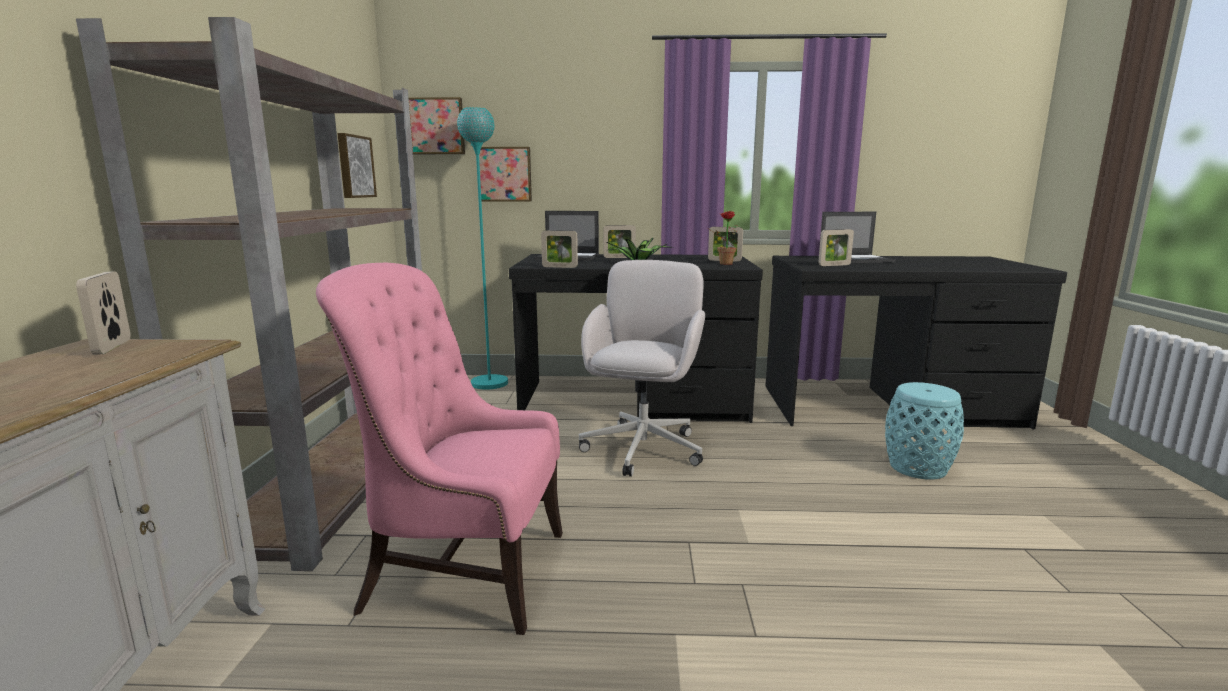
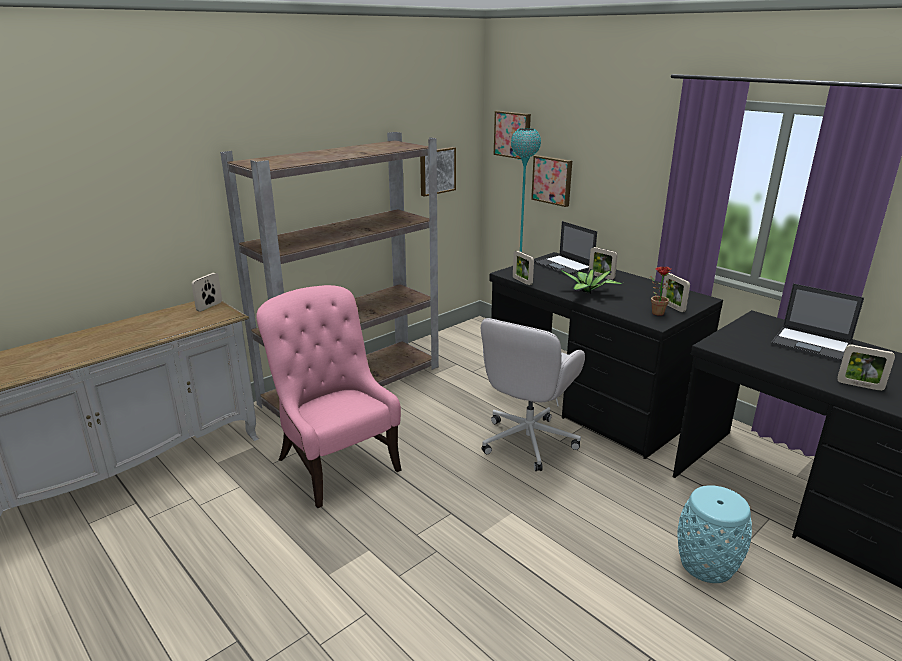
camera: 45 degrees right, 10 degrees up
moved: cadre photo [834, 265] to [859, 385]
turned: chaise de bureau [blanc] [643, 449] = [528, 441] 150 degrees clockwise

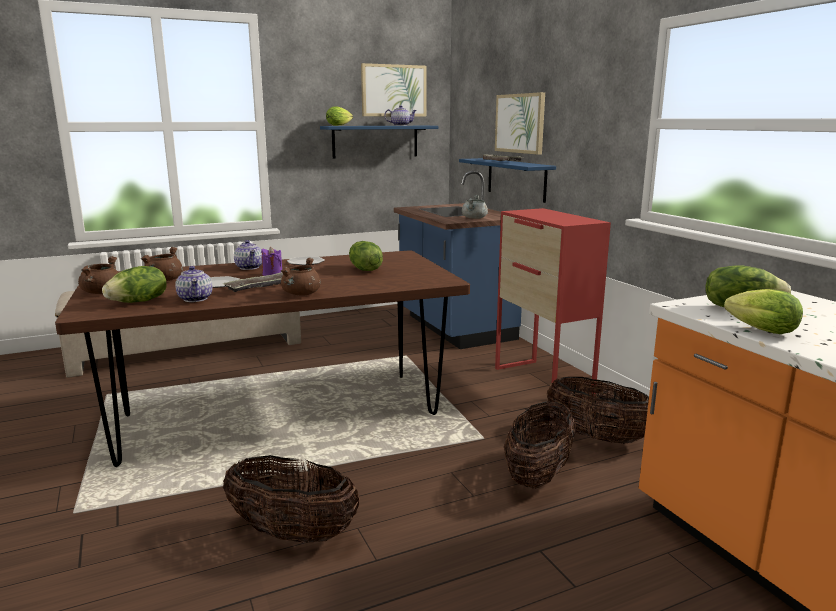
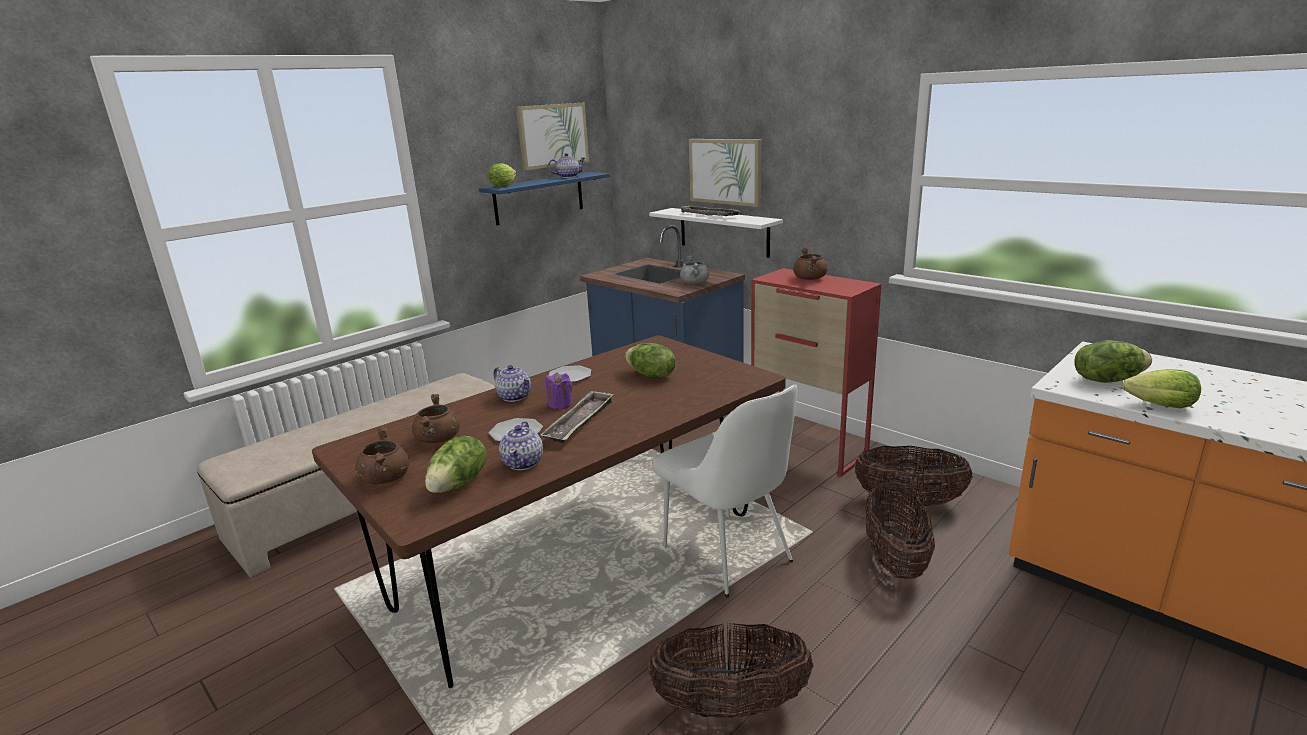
camera: 20 degrees left, 5 degrees up
added: chaise [blanc] [728, 554]
moved: marmite [marron] [301, 294] to [810, 279]
recoloured: étagère [bleu] [516, 179] to étagère [blanc] [723, 232]
turned: théière [195, 298] = [523, 463] 45 degrees clockwise

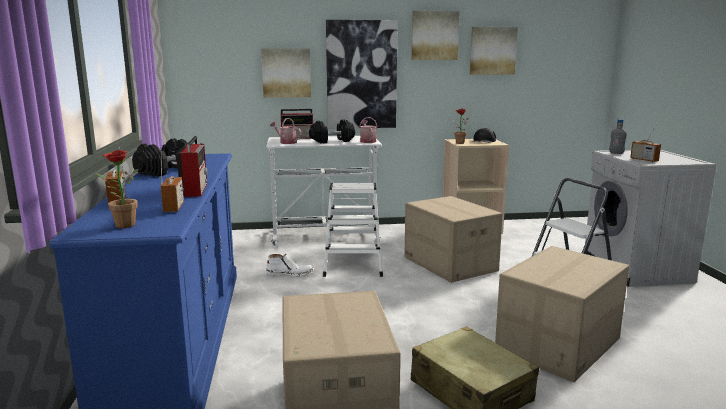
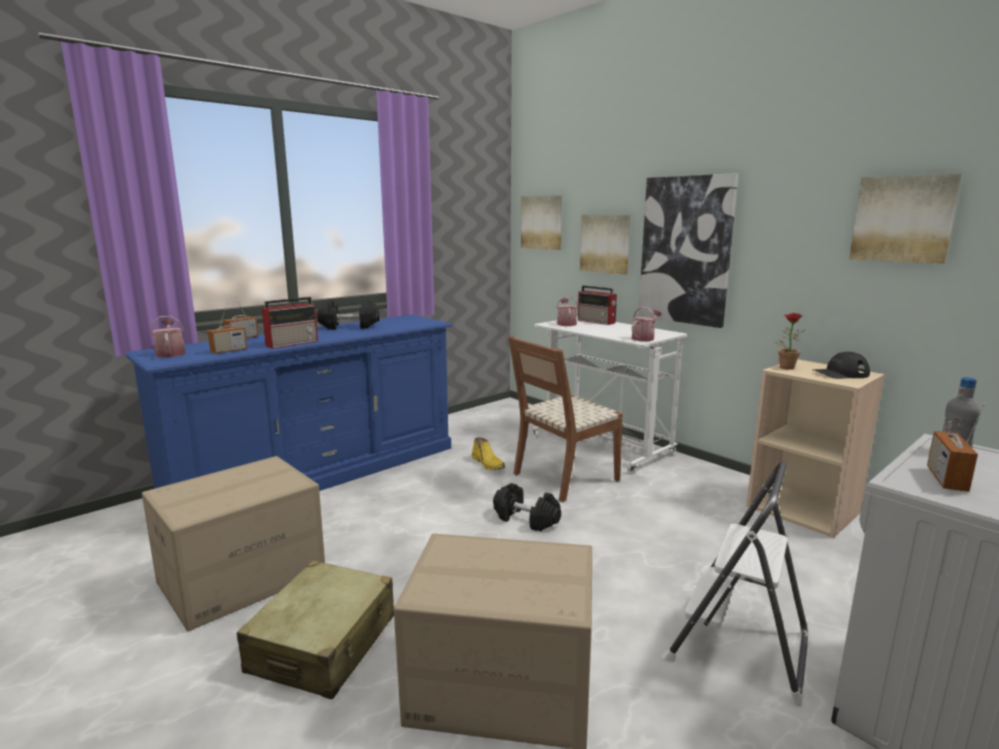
camera: 55 degrees right, 0 degrees up
removed: carton [449, 264]
moved: tableau [434, 35] to [542, 222]; haltère [noir] [332, 141] to [525, 519]
replaced: plante en pot [121, 225] to arrosoir [170, 353]; escabeau [blanc] [353, 261] to chaise [562, 479]
recoloured: botte [blanc] [290, 273] to botte [jaune] [488, 464]

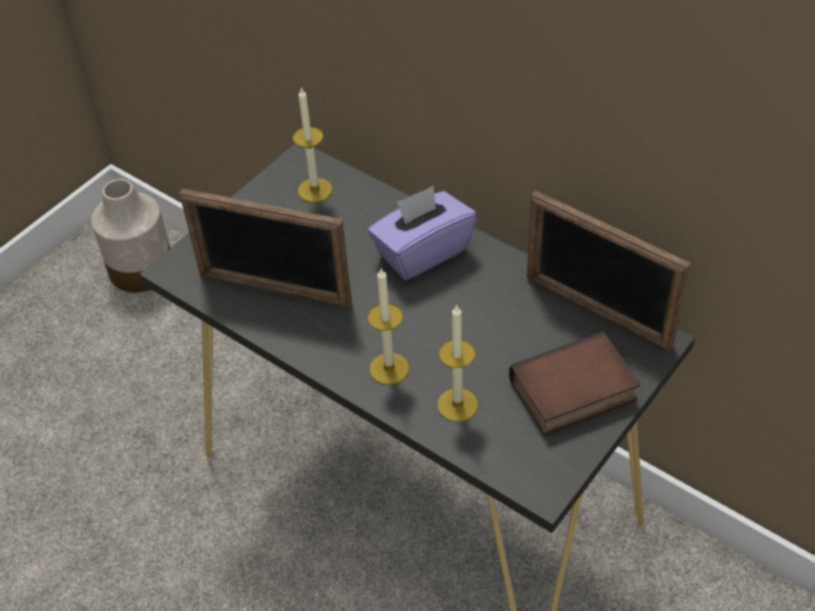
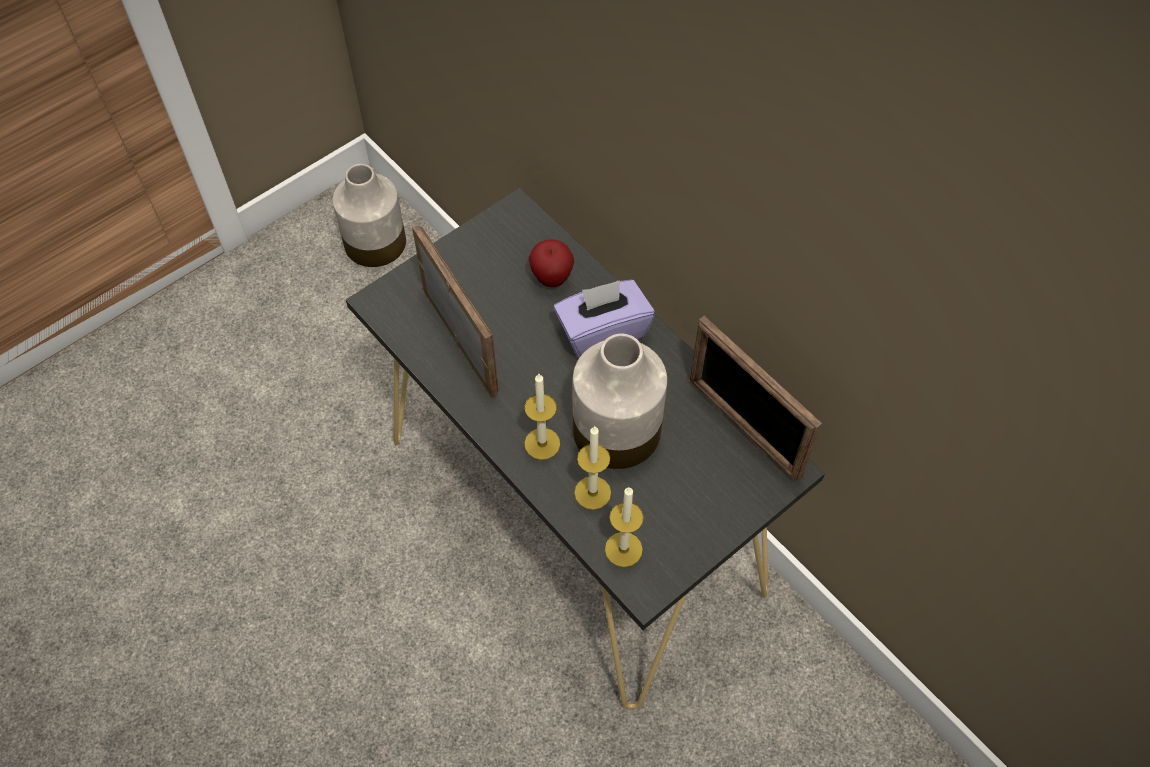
camera: 10 degrees right, 10 degrees up
removed: livre [572, 393]
added: pomme [552, 278]; vase [beige] [617, 428]
moved: bougie [315, 190] to [623, 549]
turned: cadre photo [274, 289] = [460, 341] 150 degrees counterclockwise

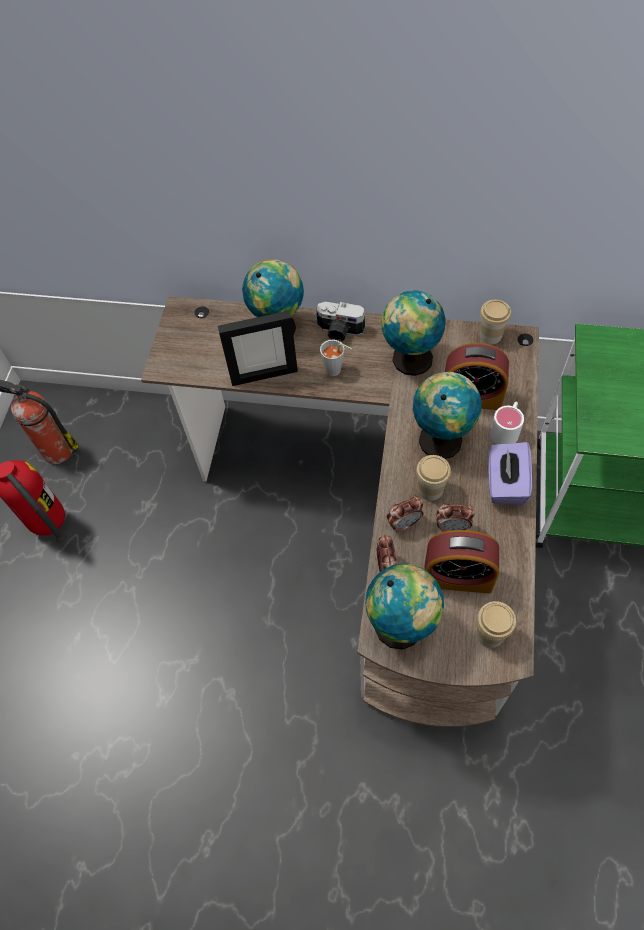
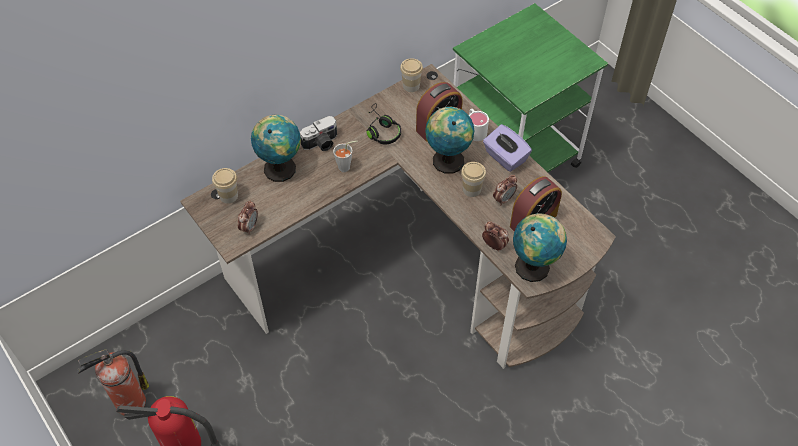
camera: 50 degrees left, 5 degrees down
removed: cadre photo [264, 374]
moved: réveil [404, 523] to [249, 227]; tasse [490, 634] to [228, 196]
replaced: globe [409, 360] to casque audio [noir] [381, 130]

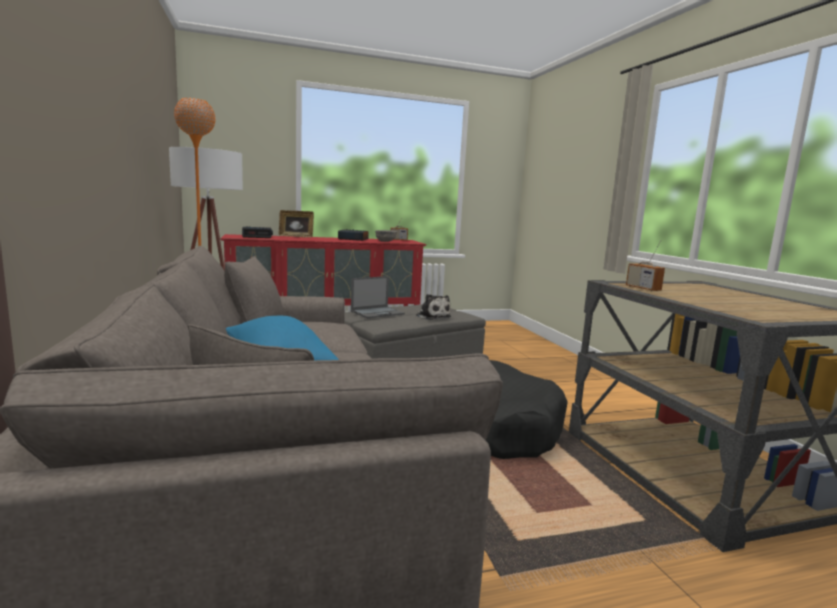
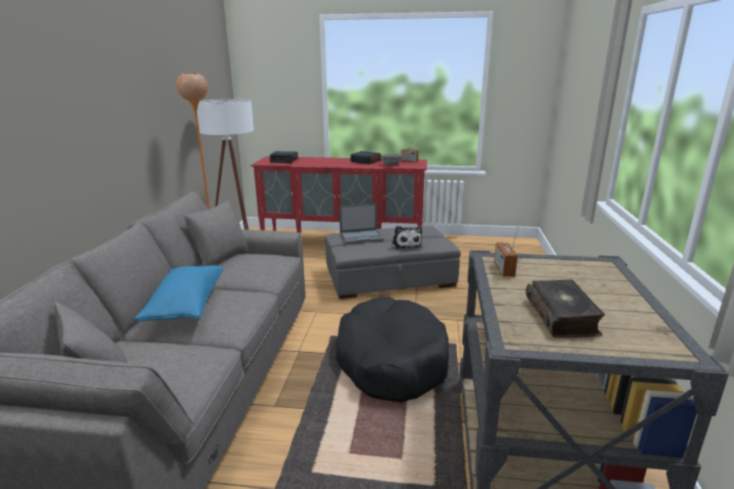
camera: 25 degrees right, 10 degrees up
removed: cadre photo [296, 236]
added: livre [562, 316]

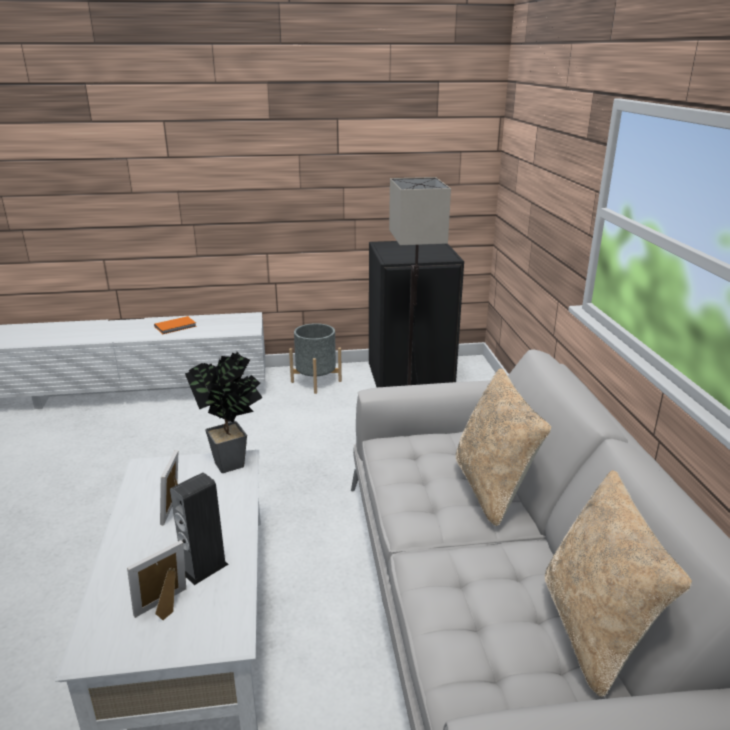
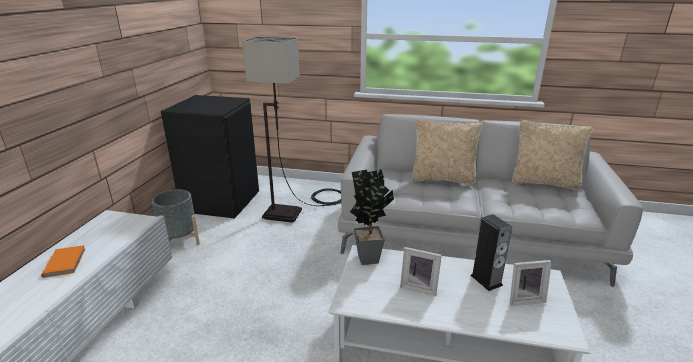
camera: 70 degrees left, 0 degrees up
turned: cadre photo [165, 608] = [524, 299] 75 degrees counterclockwise

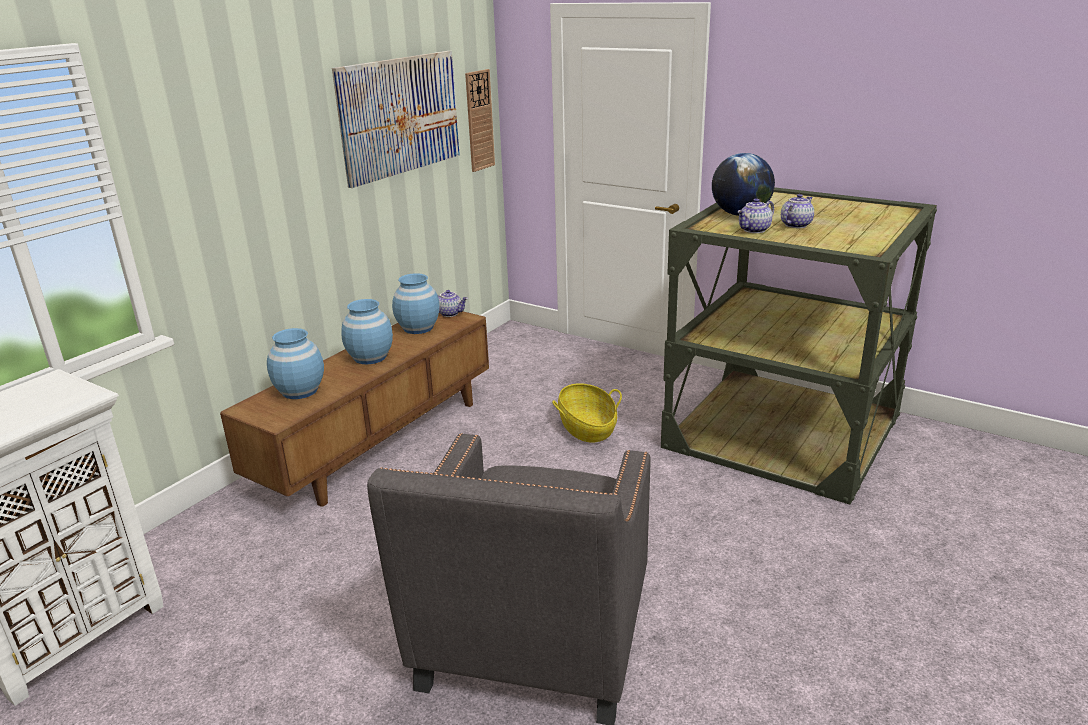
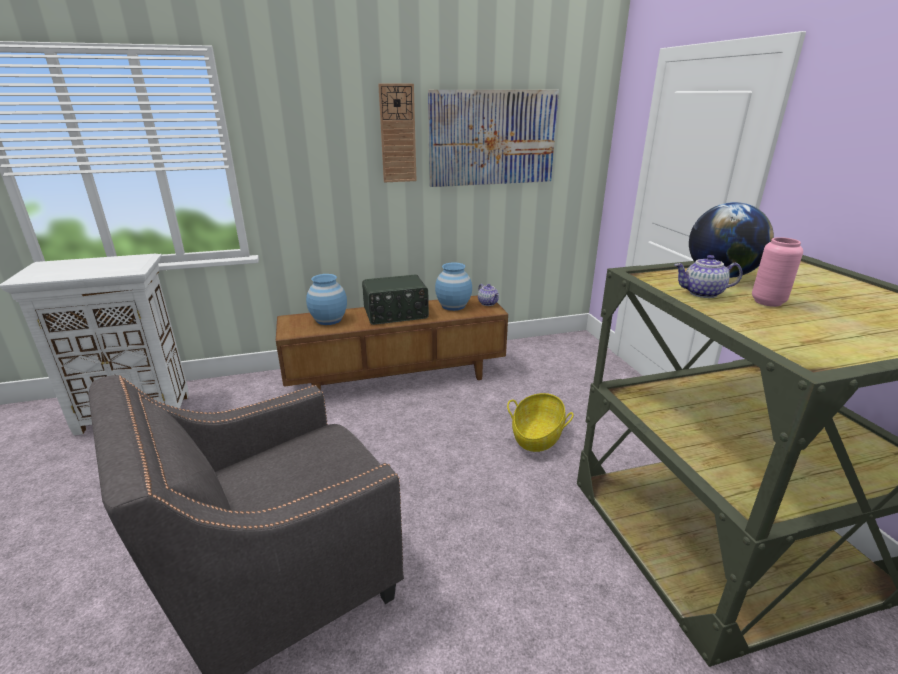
camera: 40 degrees right, 0 degrees up
moved: horloge murale [479, 120] to [398, 134]
replaced: théière [795, 225] to vase [rose] [767, 302]; vase [bleu] [370, 357] to radio [396, 314]

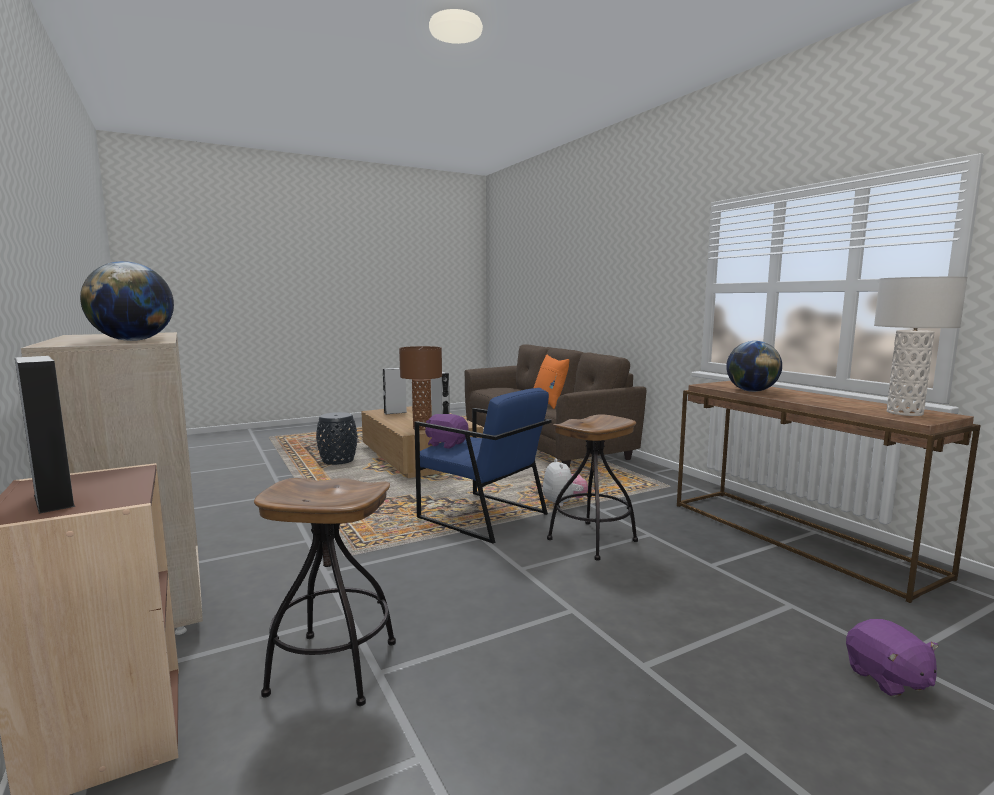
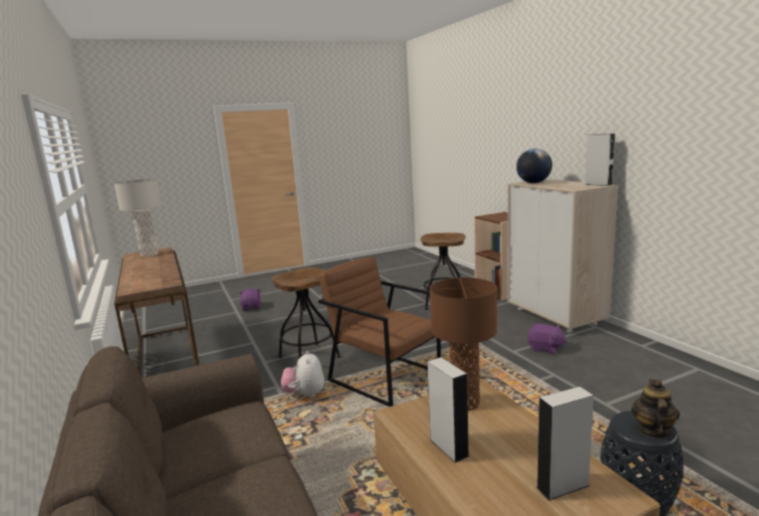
camera: 175 degrees left, 5 degrees up
removed: globe [751, 391]; coussin [orange] [549, 404]
added: théière [653, 430]
moved: enceinte [gris] [54, 500] to [598, 184]; peluche [violet] [446, 444] to [545, 348]
recoloured: fauteuil [bleu] [482, 516] to fauteuil [marron] [385, 377]

